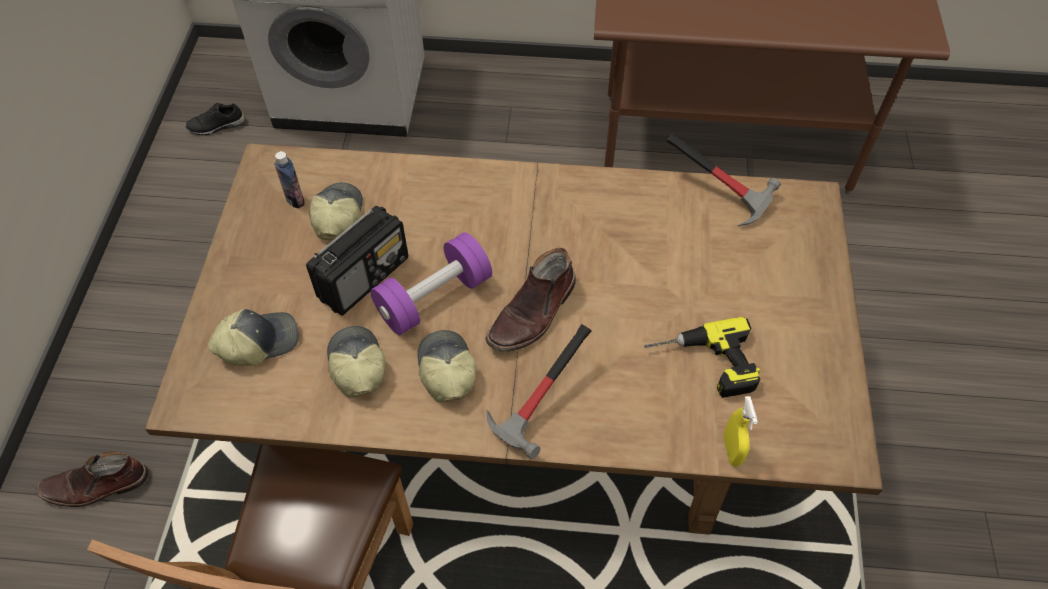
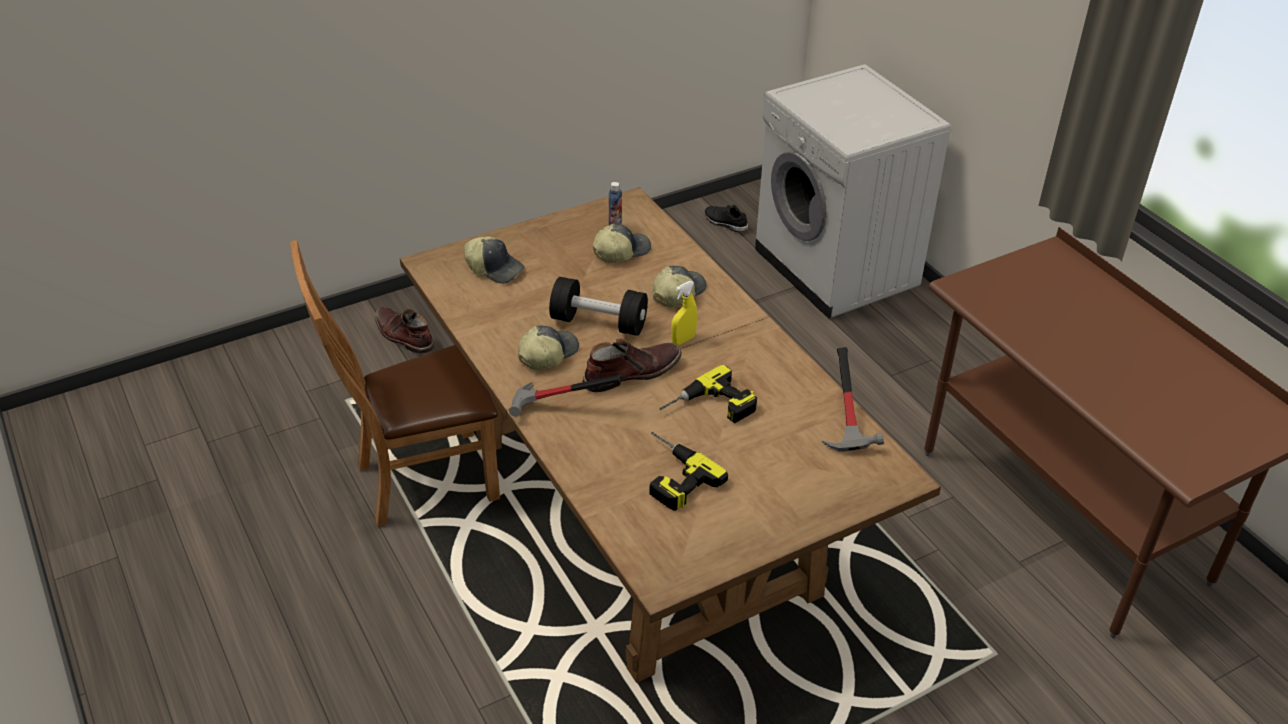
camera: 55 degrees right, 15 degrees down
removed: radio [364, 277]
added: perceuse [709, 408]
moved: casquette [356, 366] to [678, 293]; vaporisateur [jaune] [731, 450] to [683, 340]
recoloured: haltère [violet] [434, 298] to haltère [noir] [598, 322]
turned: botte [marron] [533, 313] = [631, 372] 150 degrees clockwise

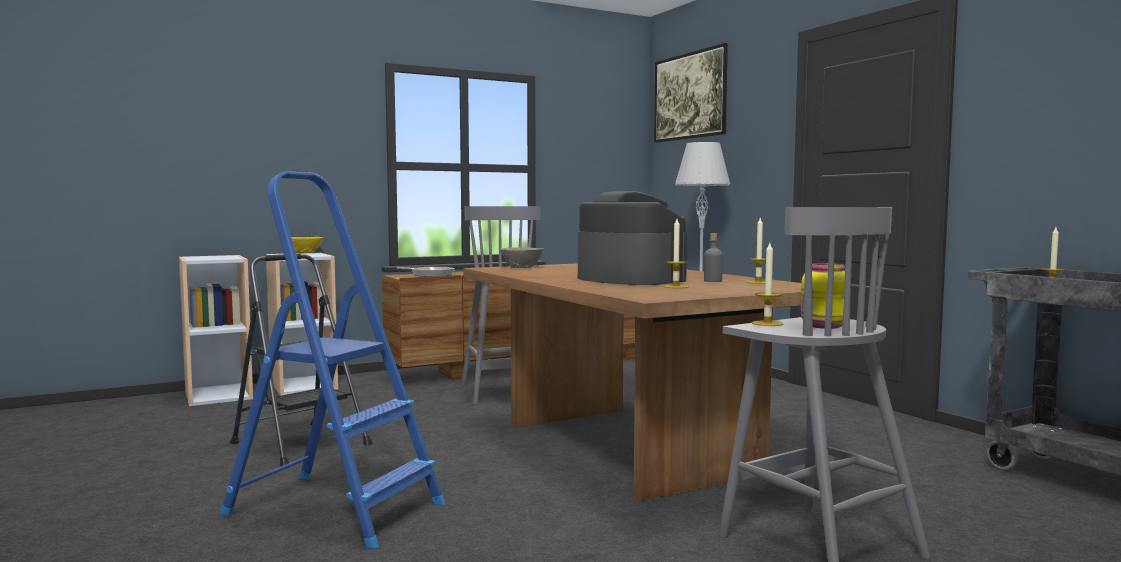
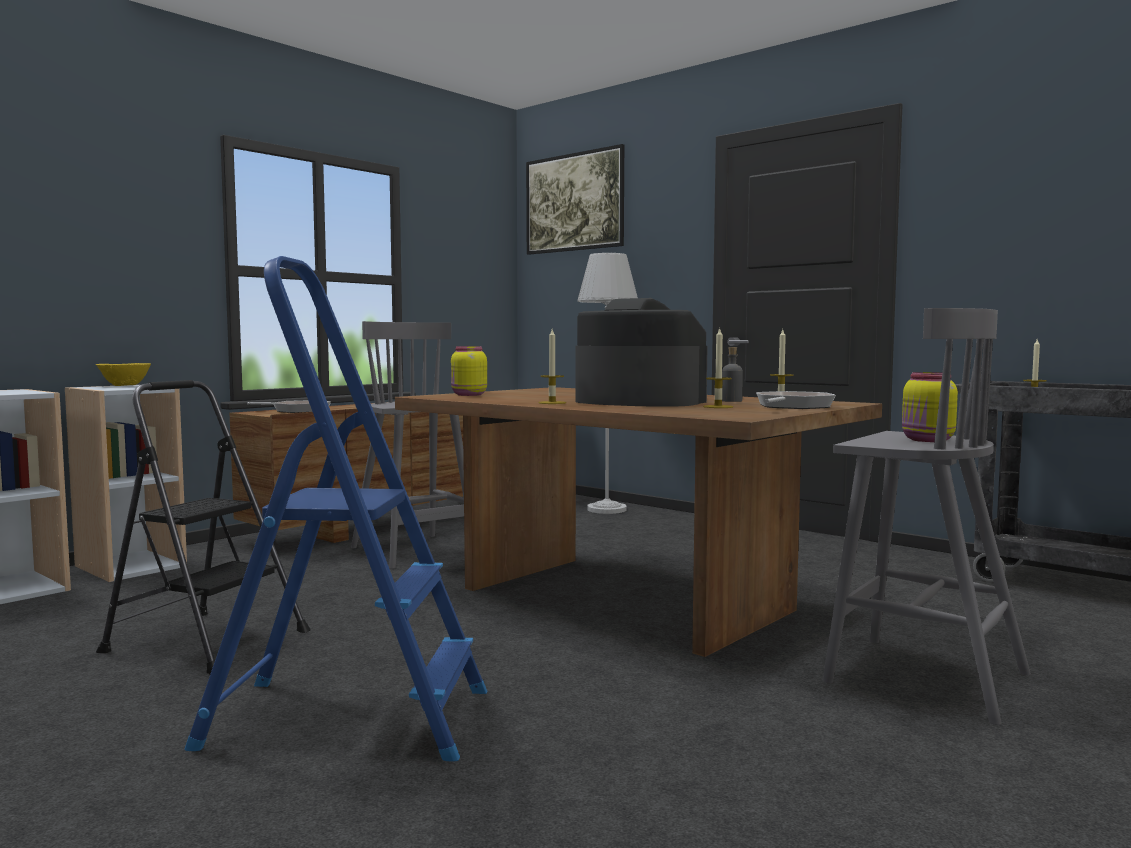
camera: 20 degrees left, 0 degrees up
added: poêle [792, 406]
moved: bougie [767, 323] to [552, 403]
replaced: bol [gris] [521, 268] to bocal [jaune] [468, 395]

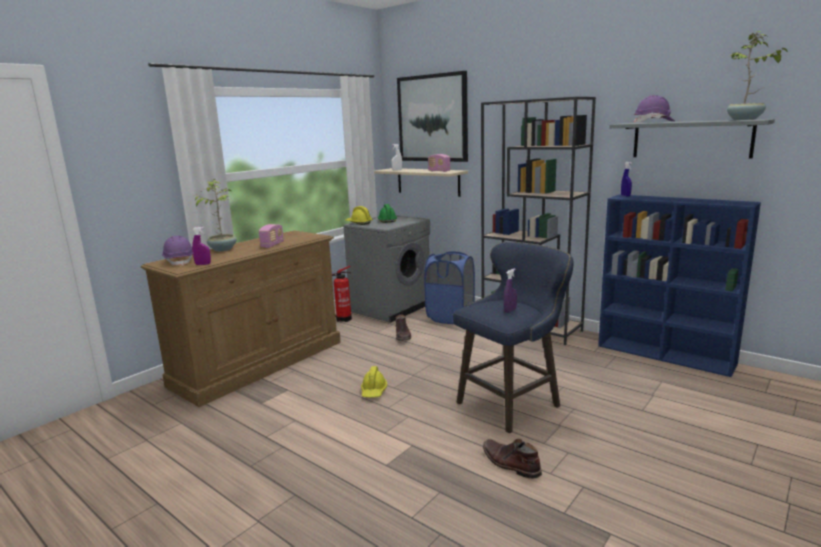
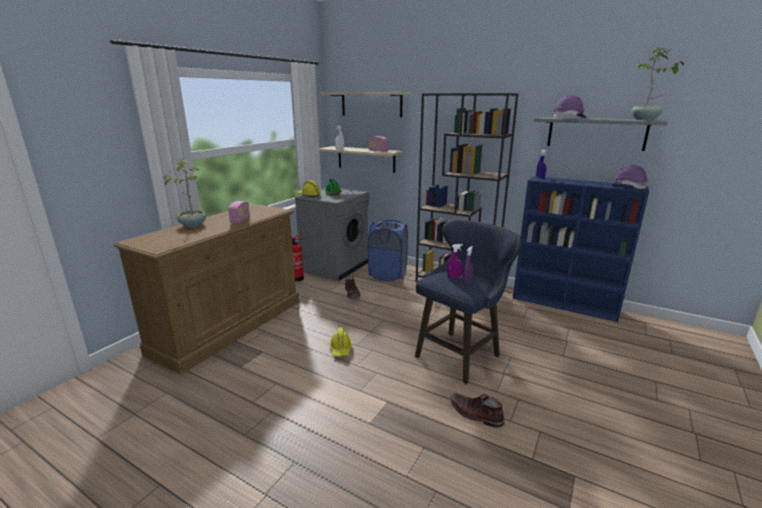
camera: 10 degrees left, 5 degrees up
moved: vaporisateur [violet] [203, 264] to [454, 277]; casque de chantier [violet] [179, 261] to [627, 186]
replaced: tableau [432, 118] to étagère [beige] [371, 104]

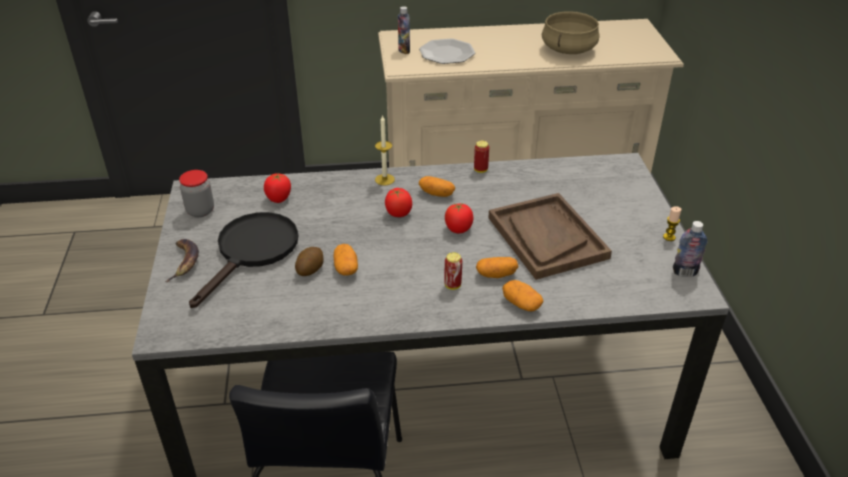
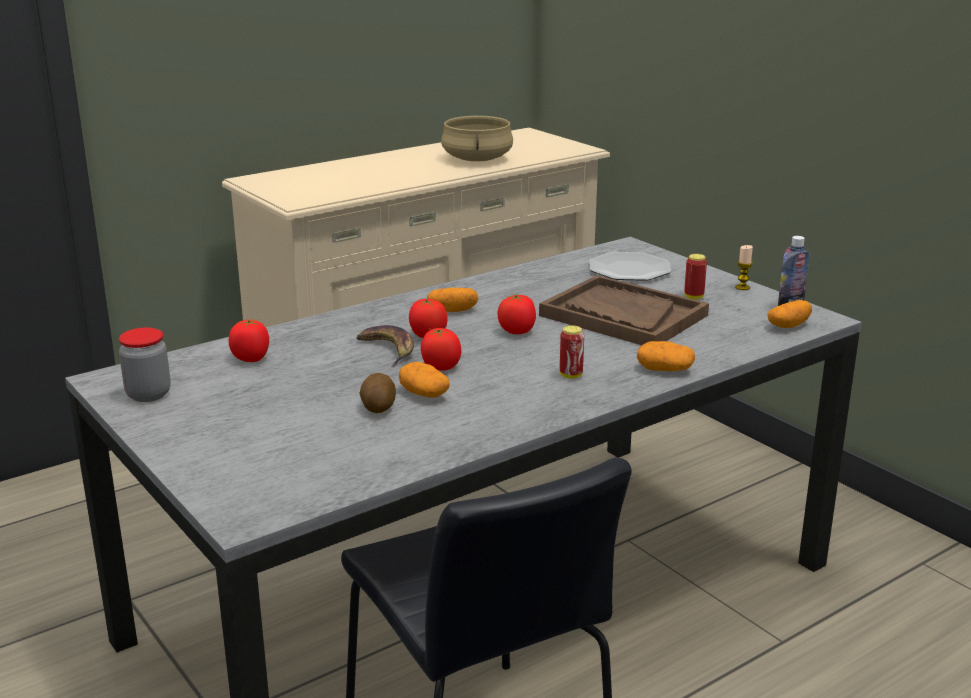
camera: 30 degrees left, 15 degrees down
removed: bouteille [404, 50]; bougie [384, 179]; poêle [noir] [252, 252]
added: tomate [440, 367]
moved: assiette [447, 53] to [629, 269]; boîte métallique [480, 170] to [693, 297]; banane [184, 262] to [388, 350]; pomme de terre [496, 274] to [788, 326]

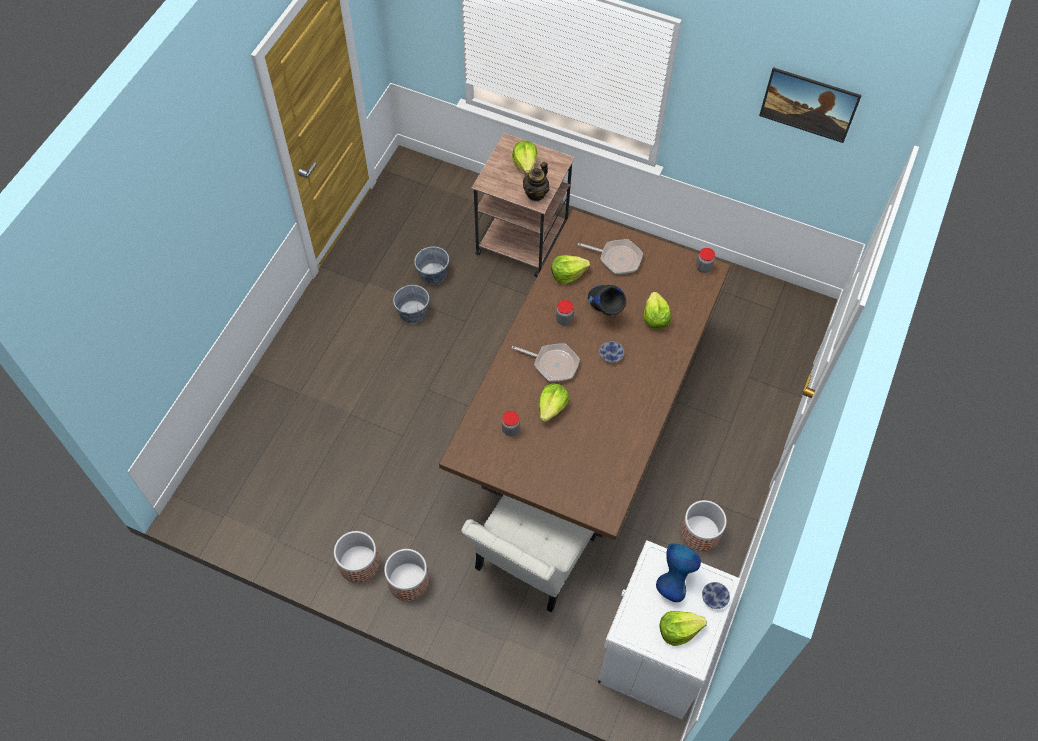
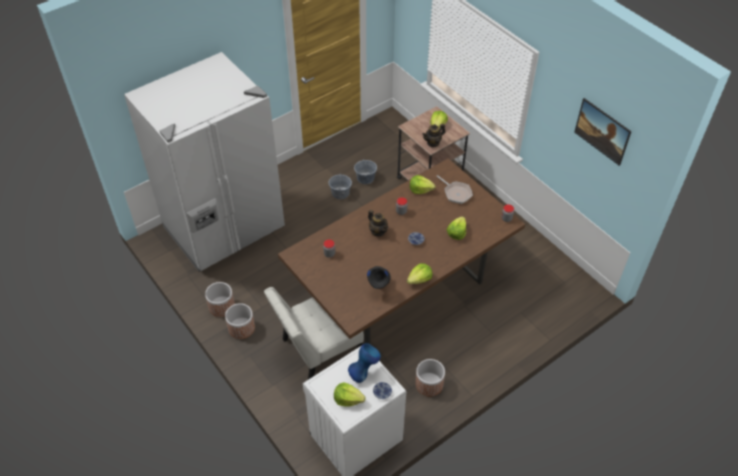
camera: 30 degrees right, 10 degrees down
added: réfrigérateur [blanc] [224, 228]
moved: vase [noir] [604, 312] to [379, 288]; laitue [552, 407] to [419, 279]
replaced: poêle [552, 364] to théière [378, 231]

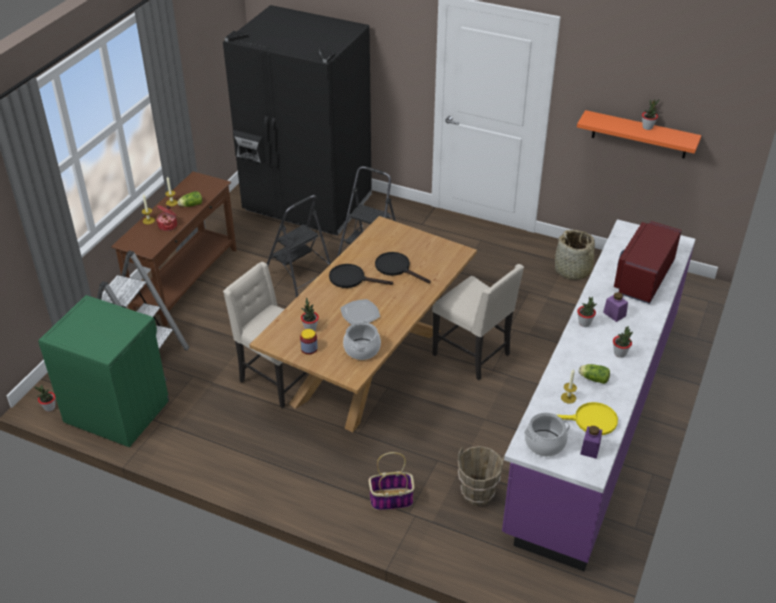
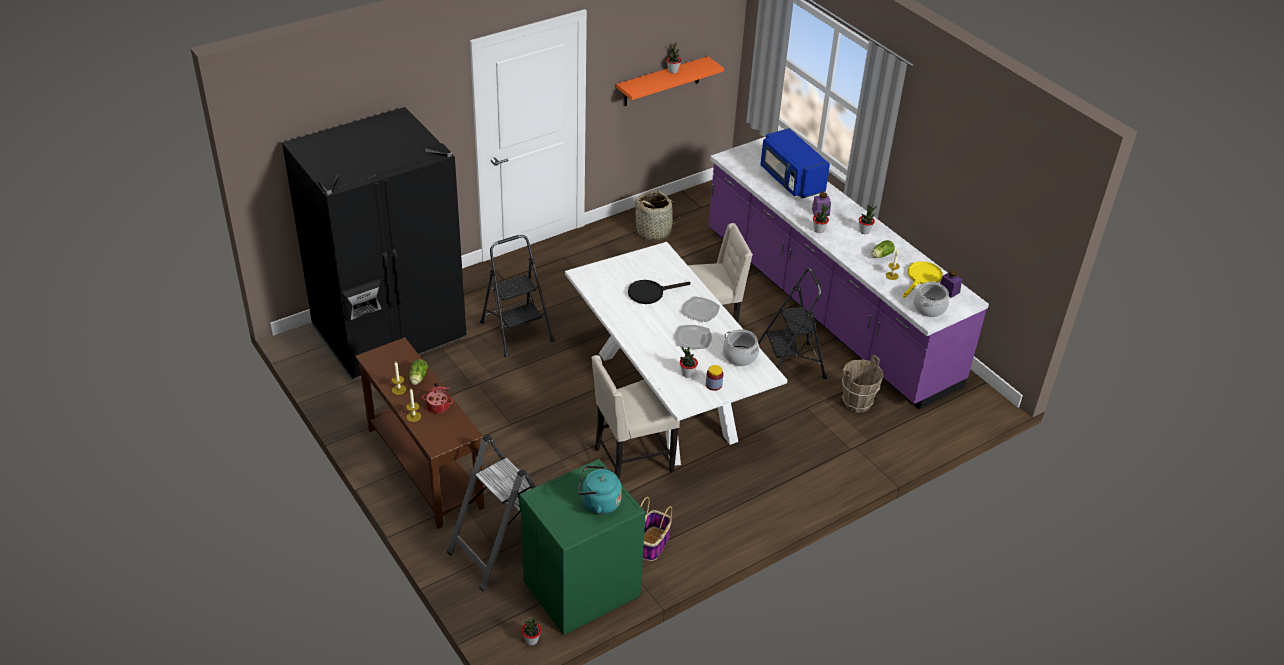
camera: 60 degrees left, 0 degrees up
removed: poêle [noir] [352, 279]
added: assiette [699, 310]; bouilloire [turquoise] [598, 503]
moved: escabeau [noir] [300, 277] to [791, 363]; panier [390, 500] to [652, 545]
recoloured: table à manger [marron] [369, 365] to table à manger [blanc] [665, 396]; micro-ondes [rouge] [643, 277] to micro-ondes [bleu] [791, 179]

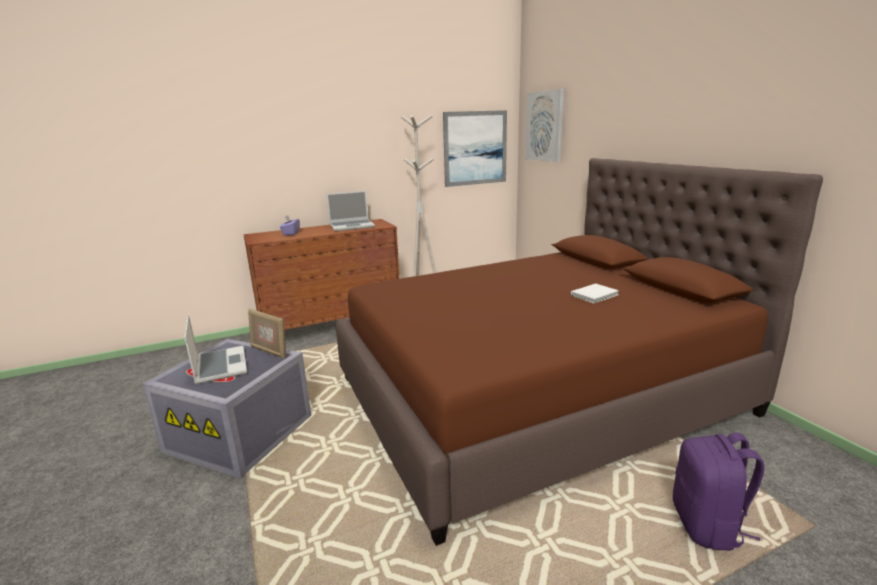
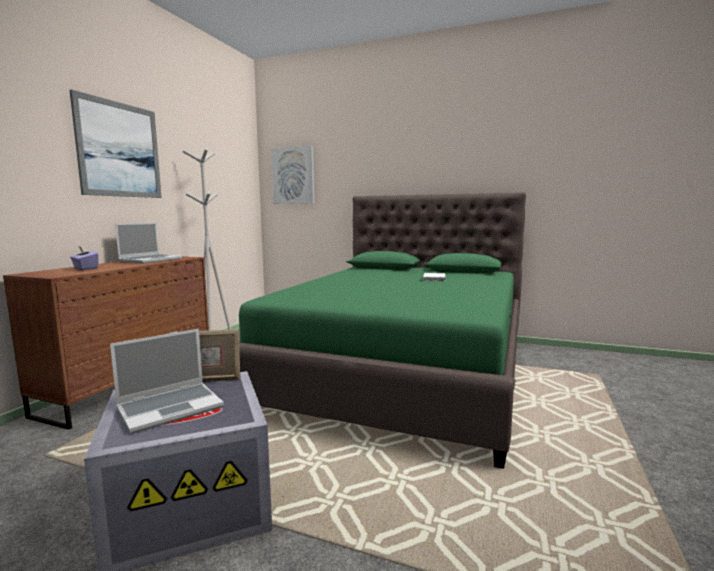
camera: 45 degrees left, 10 degrees down
removed: sac à dos [violet] [707, 526]
moved: tableau [475, 148] to [119, 150]
recoloured: lit [marron] [536, 395] to lit [vert] [402, 371]
turned: ordinateur portable [219, 366] = [171, 407] 120 degrees clockwise

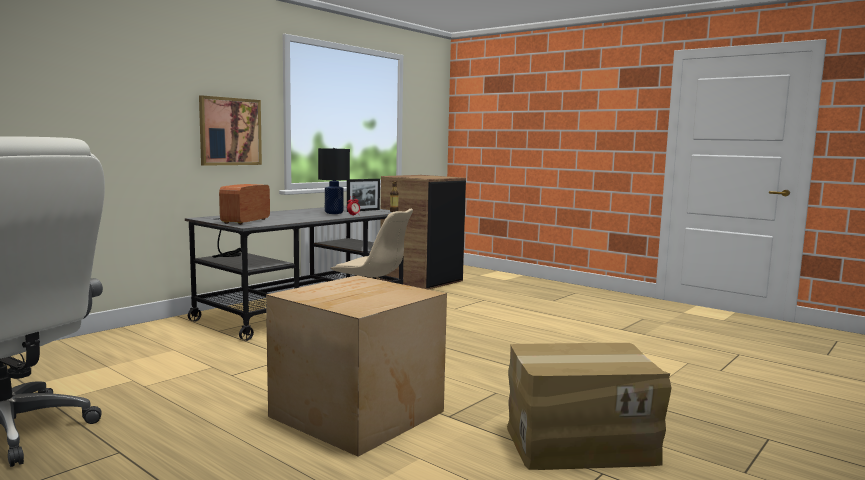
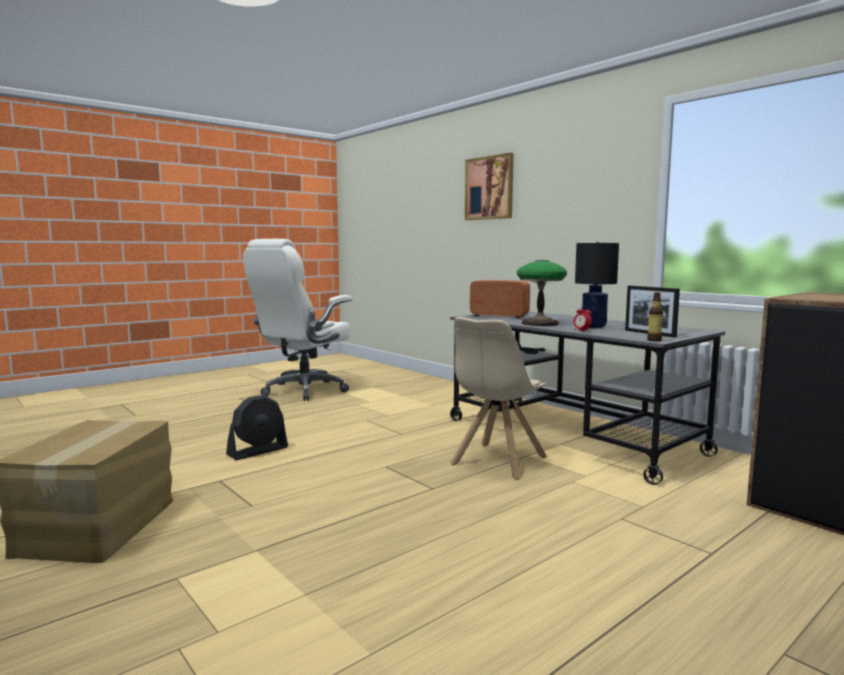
camera: 100 degrees right, 0 degrees up
added: lampe de table [540, 323]
moved: tableau [230, 131] to [489, 188]
replaced: carton [354, 414] to ventilateur [noir] [258, 451]

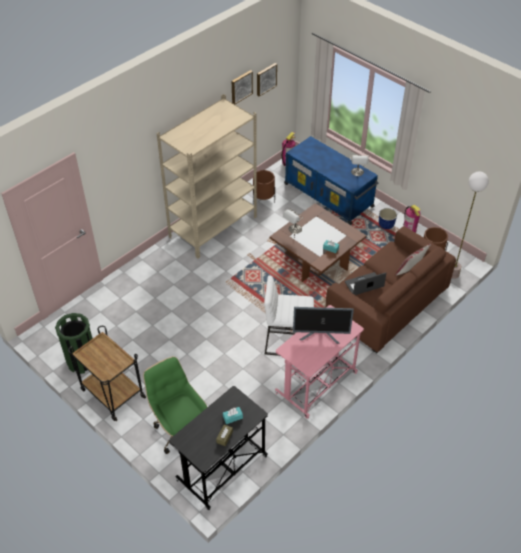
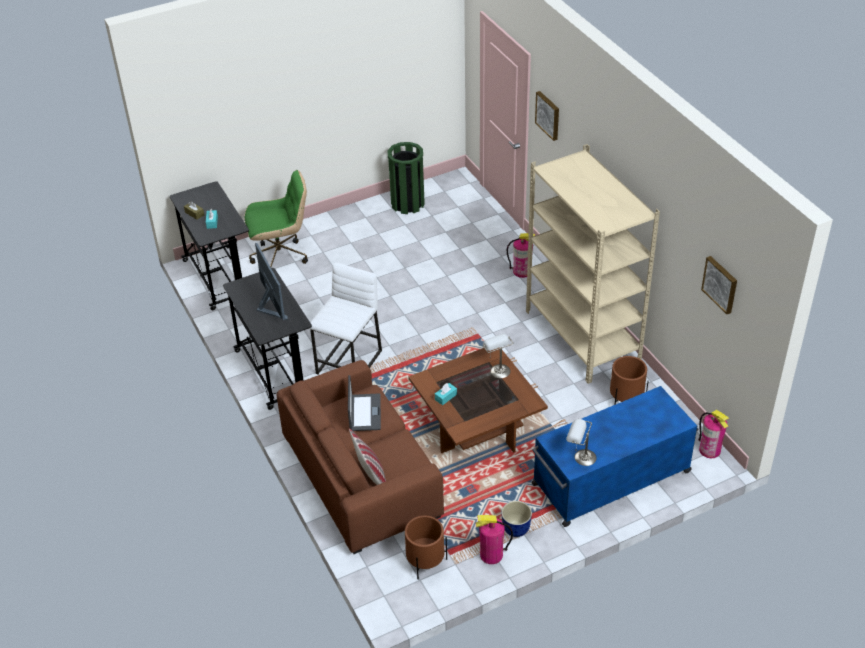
camera: 110 degrees right, 5 degrees down
removed: lampadaire [453, 274]; chariot [marron] [112, 392]
added: extincteur [522, 271]
moved: tableau [241, 86] to [548, 115]
recoloured: bureau [rose] [316, 383] to bureau [noir] [276, 371]
turned: écran d'ordinateur [321, 335] = [271, 306] 135 degrees clockwise

